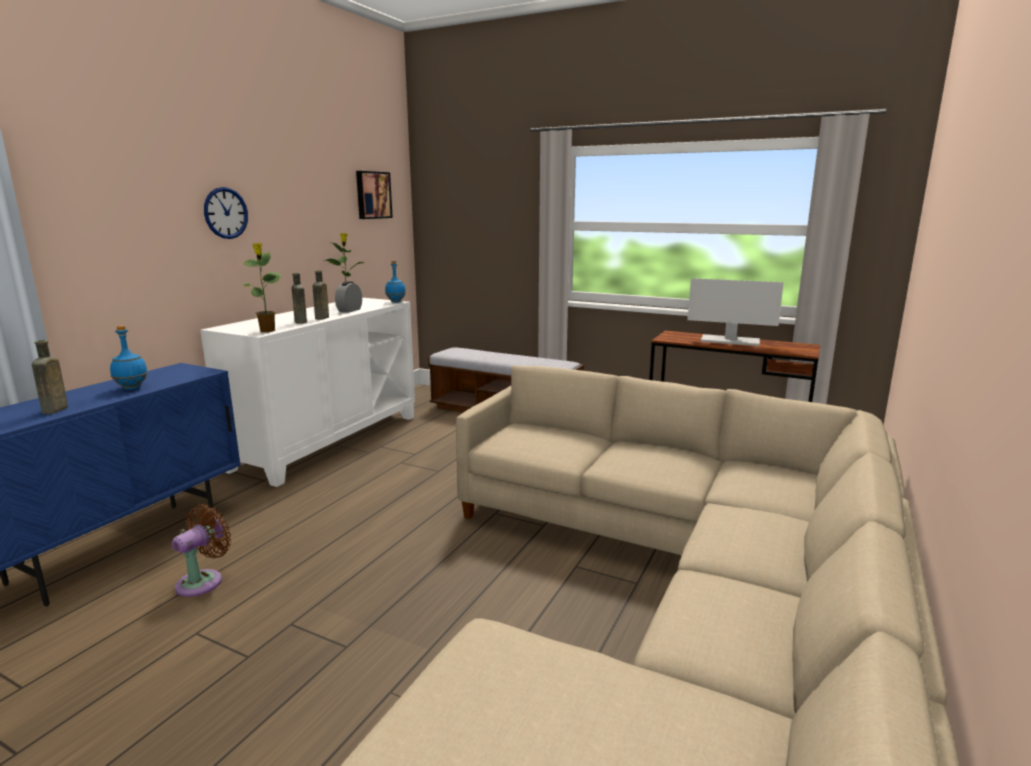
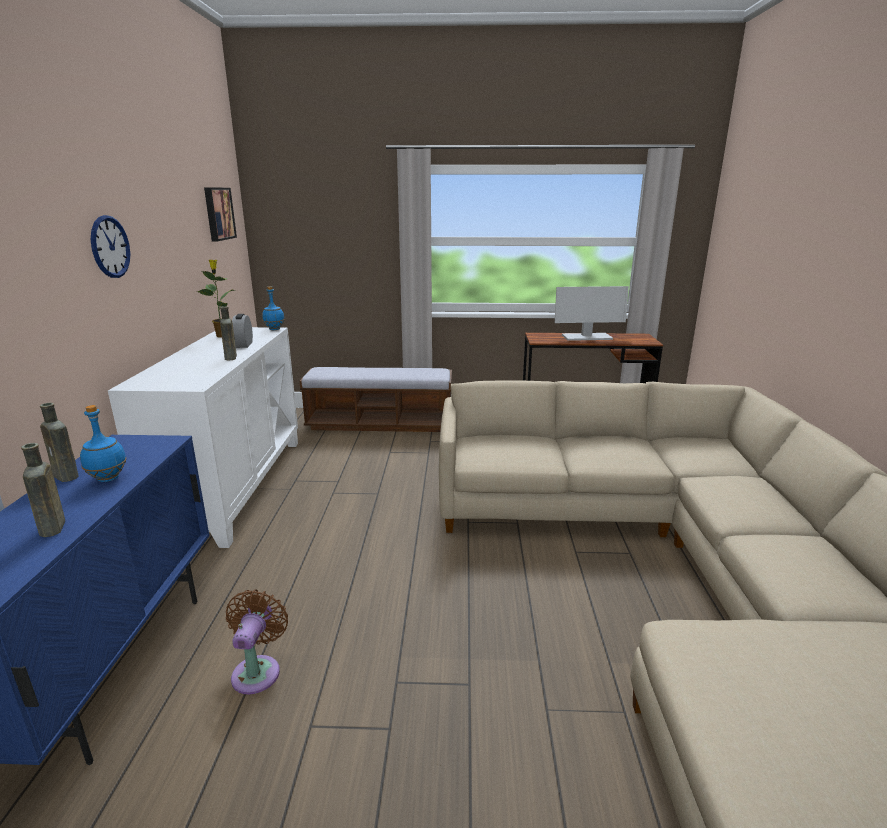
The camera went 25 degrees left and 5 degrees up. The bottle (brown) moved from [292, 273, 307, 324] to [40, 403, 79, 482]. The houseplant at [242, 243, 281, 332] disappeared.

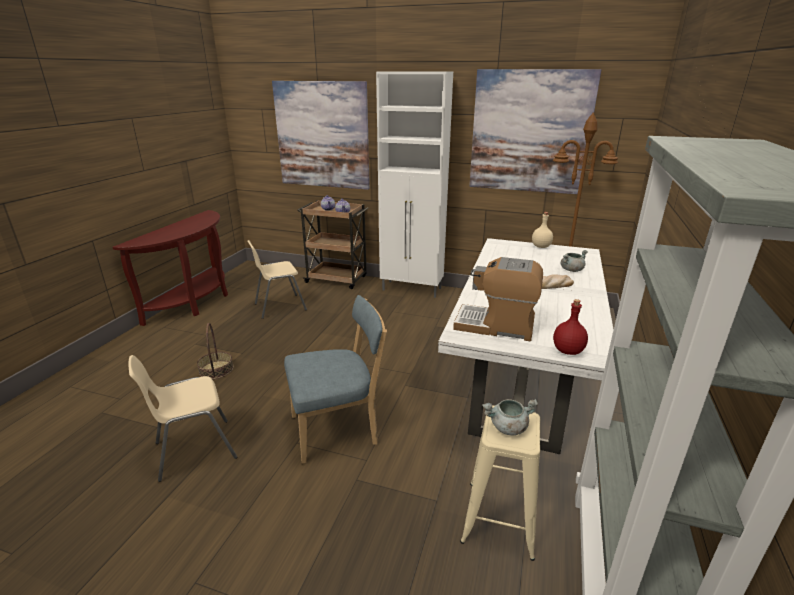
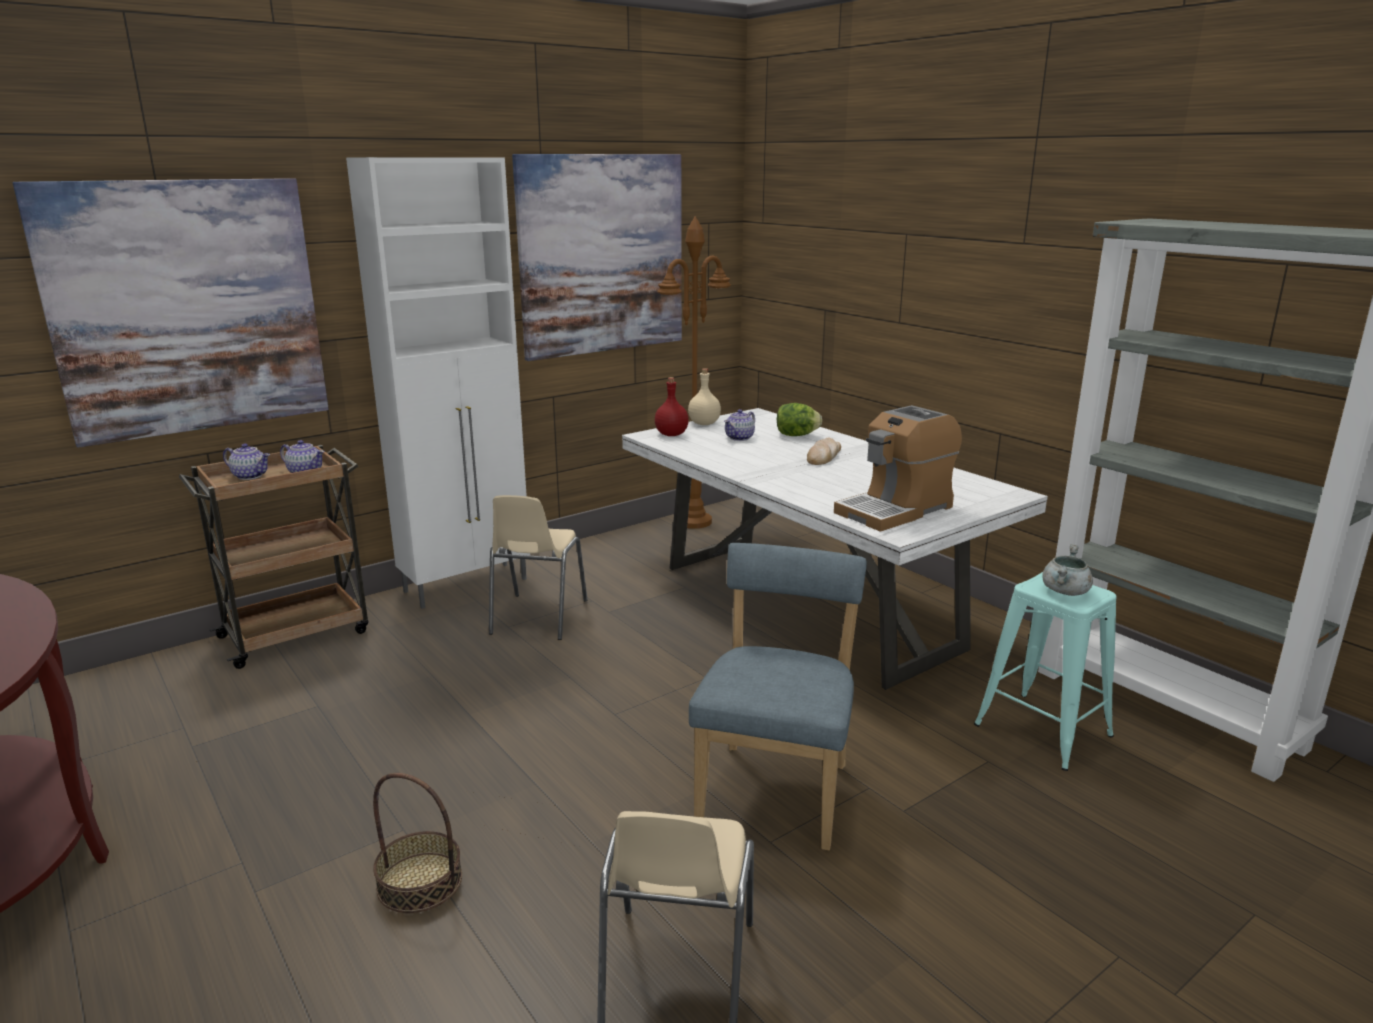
The camera went 55 degrees left and 5 degrees down. The plain chair (beige) moved from [248, 240, 307, 319] to [489, 495, 588, 640]. The bottle (reddish) moved from [553, 299, 588, 355] to [655, 377, 689, 436]. The pot for tea at [724, 409, 755, 441] appeared. The cooking pot (grey) at [561, 250, 588, 272] was replaced by the lettuce at [777, 403, 822, 436]. The sitting stool (beige) at [460, 405, 541, 561] became the sitting stool (turquoise-coloured) at [974, 572, 1117, 771].

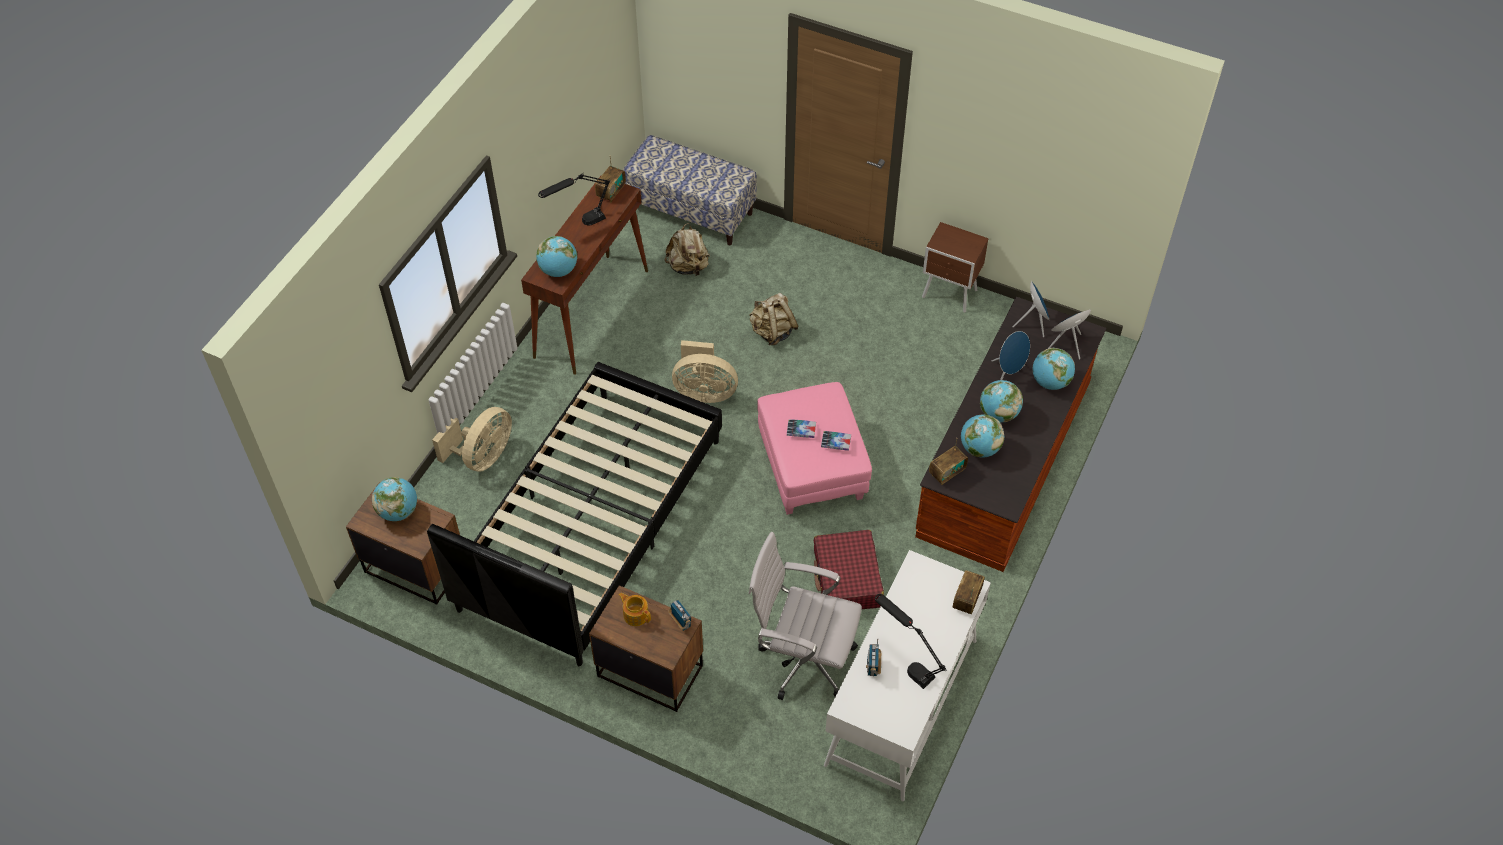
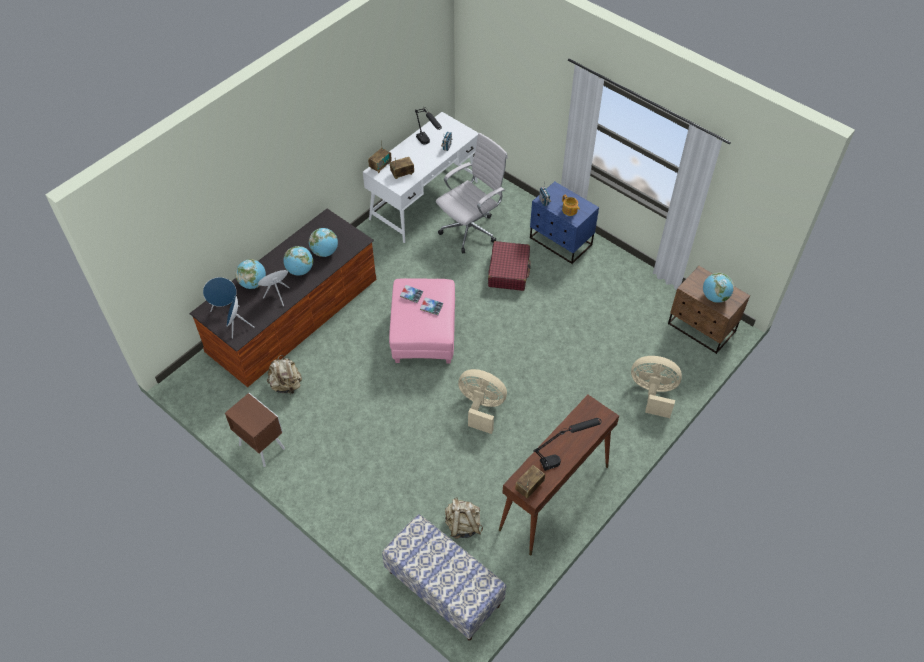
The camera went 165 degrees left and 0 degrees up. The rucksack (beige) moved from [749, 293, 798, 346] to [267, 355, 302, 395]. The radio set moved from [929, 438, 968, 485] to [390, 157, 414, 179]. The office chair (white) at [749, 532, 862, 700] turned 75 degrees counterclockwise. The suitcase (reddish) moved from [814, 530, 884, 609] to [488, 241, 531, 291]. The bedside table (brown) at [589, 585, 703, 712] became the bedside table (bluish) at [530, 181, 599, 264]. The fan (beige) at [432, 407, 512, 472] turned 60 degrees clockwise. The bedroom bed (black-coloured) at [427, 362, 722, 666] disappeared. The desk globe at [536, 236, 578, 277] disappeared.

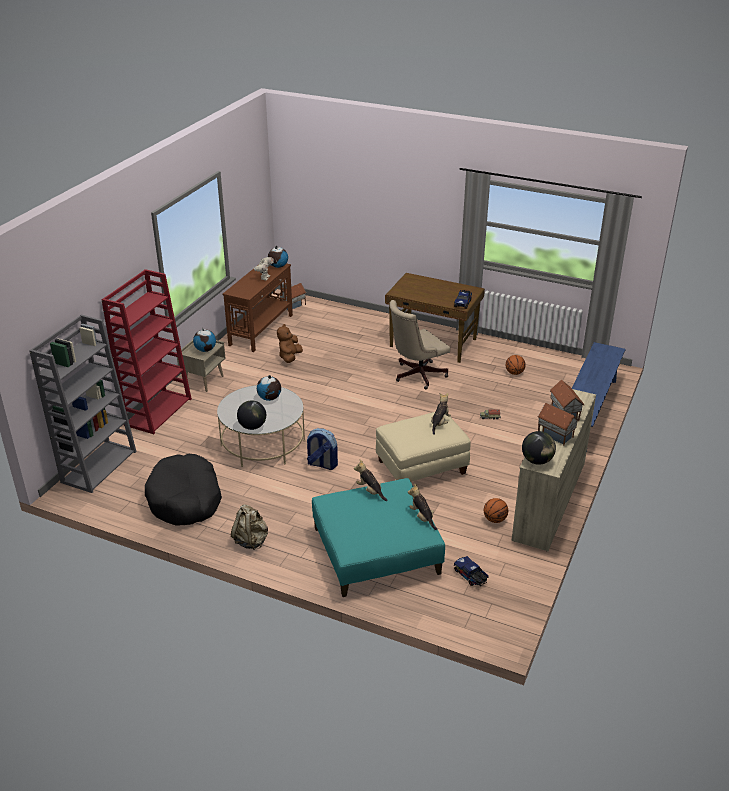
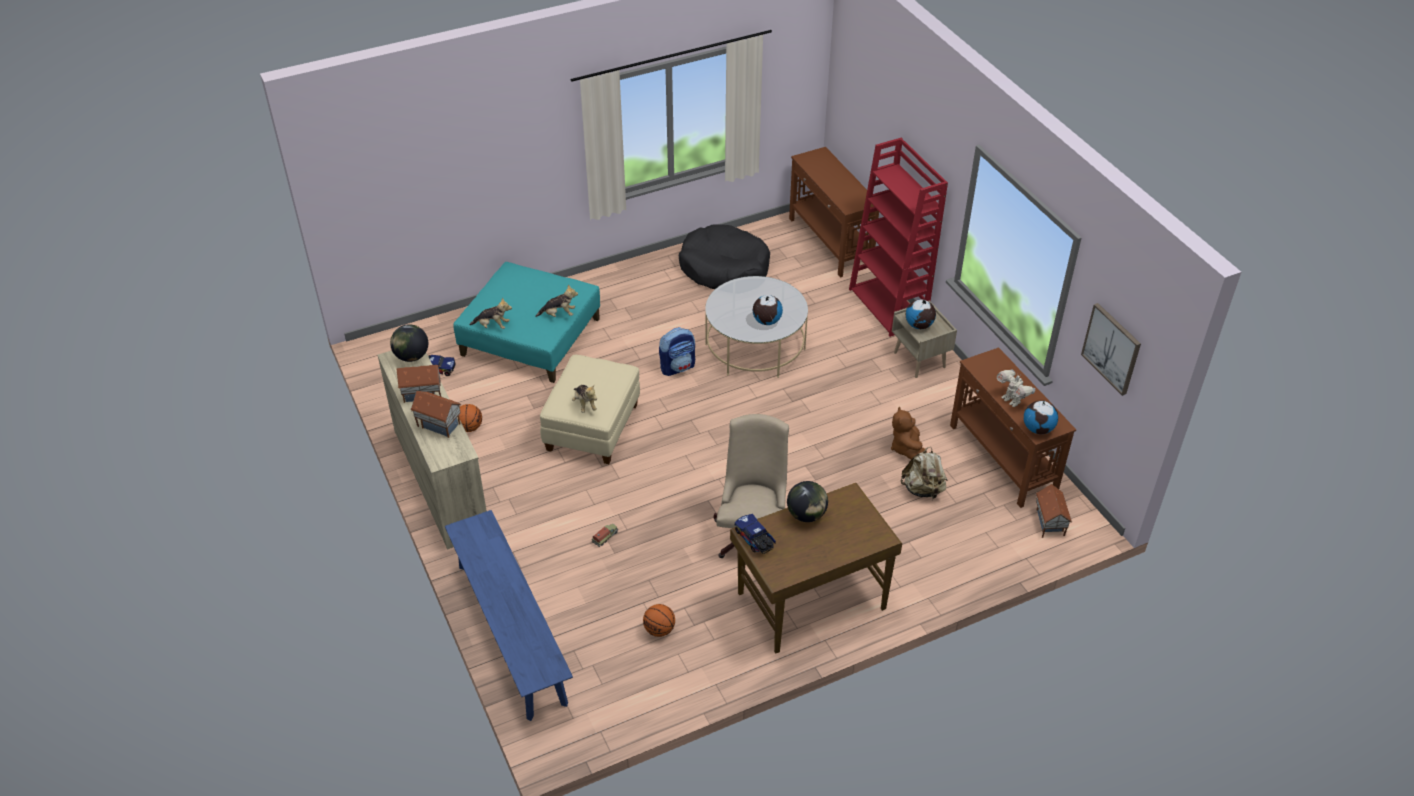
The camera went 130 degrees right and 10 degrees up. The desk globe moved from [237, 400, 266, 430] to [787, 481, 828, 522]. The bookshelf (grey) at [29, 315, 137, 493] was replaced by the narrow table (brown) at [789, 147, 879, 278]. The plush toy (brown) at [277, 324, 303, 363] turned 150 degrees counterclockwise. The rucksack (beige) moved from [231, 504, 268, 550] to [901, 447, 948, 499]. The wall art at [1081, 303, 1141, 396] appeared.

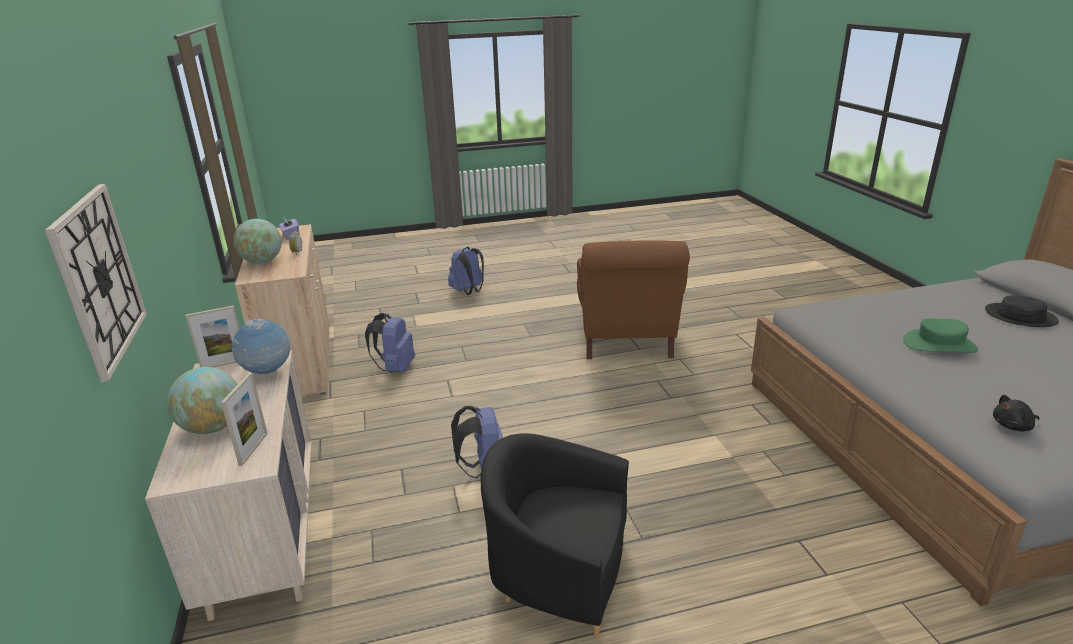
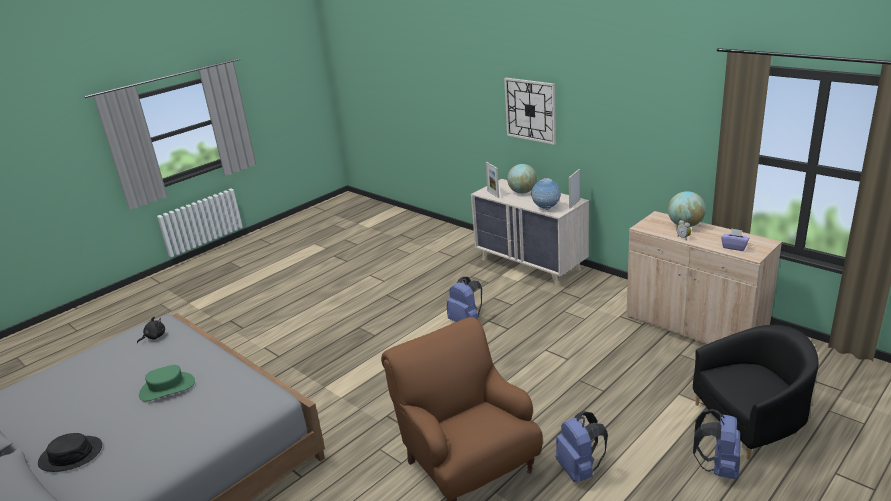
The camera went 150 degrees right and 0 degrees up. The rucksack (bluish) moved from [365, 313, 415, 372] to [556, 411, 608, 482]. The lounge chair (black-coloured) moved from [481, 433, 629, 640] to [693, 325, 818, 460].

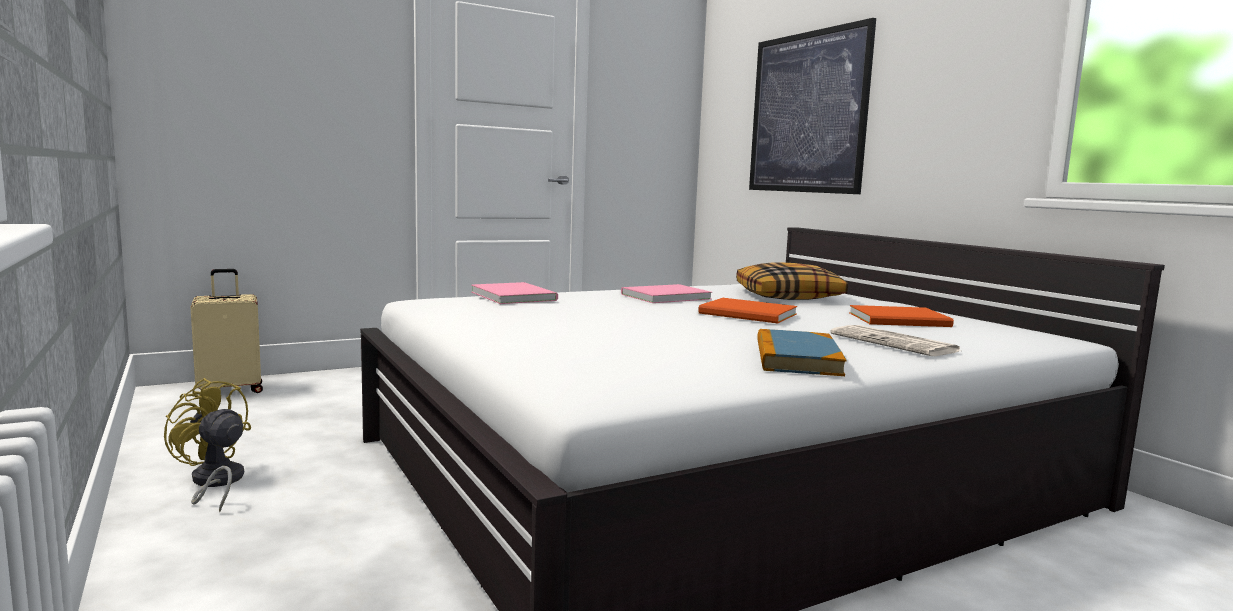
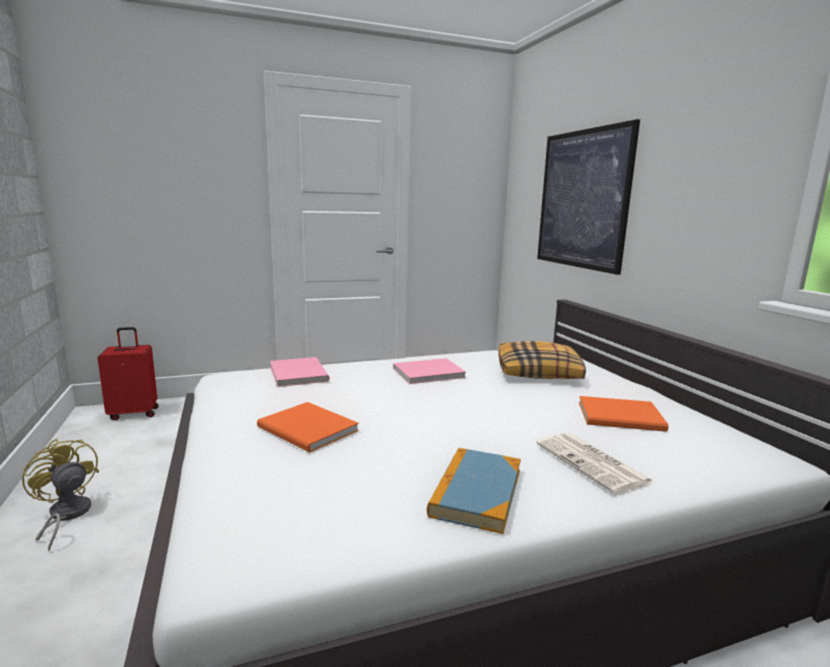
The camera went 10 degrees right and 5 degrees up. The suitcase (beige) at [190, 269, 263, 393] became the suitcase (reddish) at [98, 327, 159, 420]. The volume (orange-coloured) moved from [698, 298, 797, 324] to [257, 402, 359, 453].

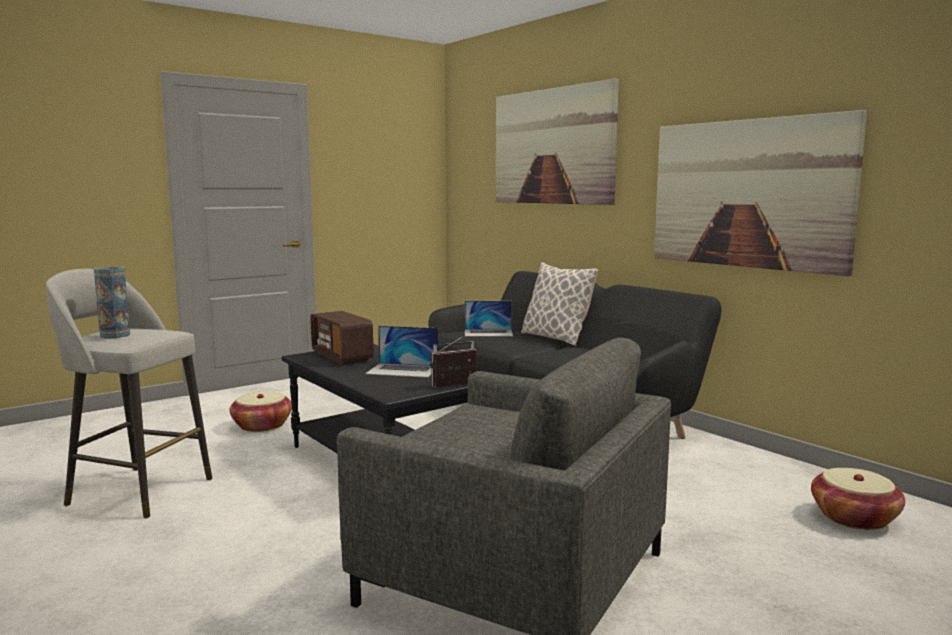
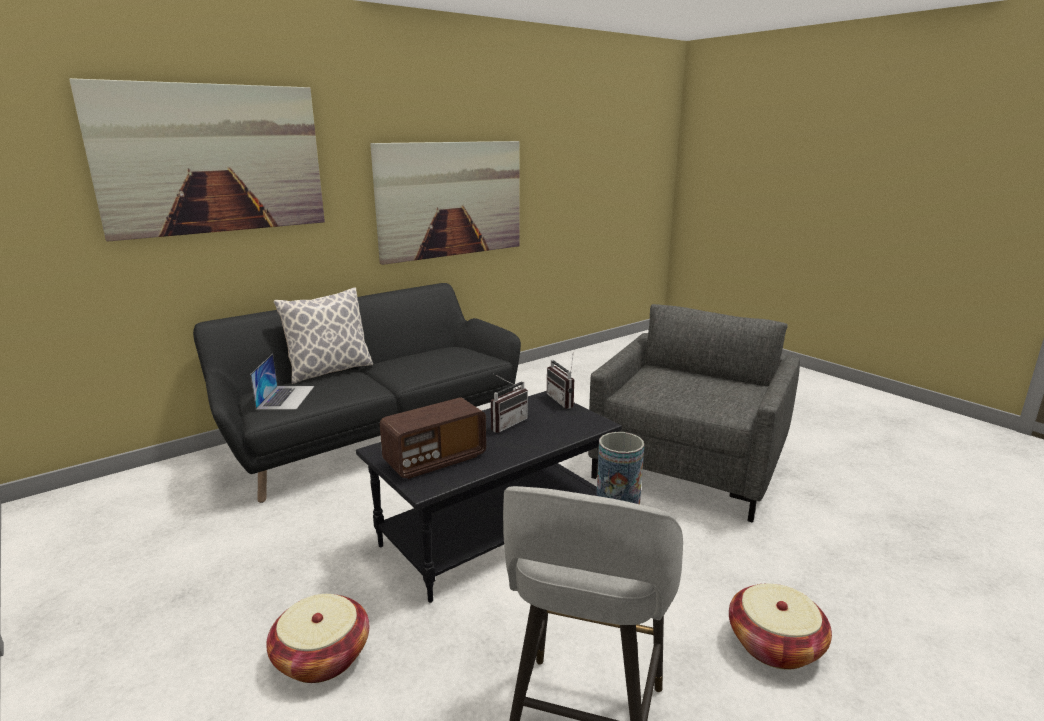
The camera went 90 degrees left and 10 degrees up. The portable computer at [365, 326, 439, 378] was replaced by the radio set at [491, 374, 528, 433]. The basket moved from [811, 468, 905, 530] to [729, 584, 832, 670].

